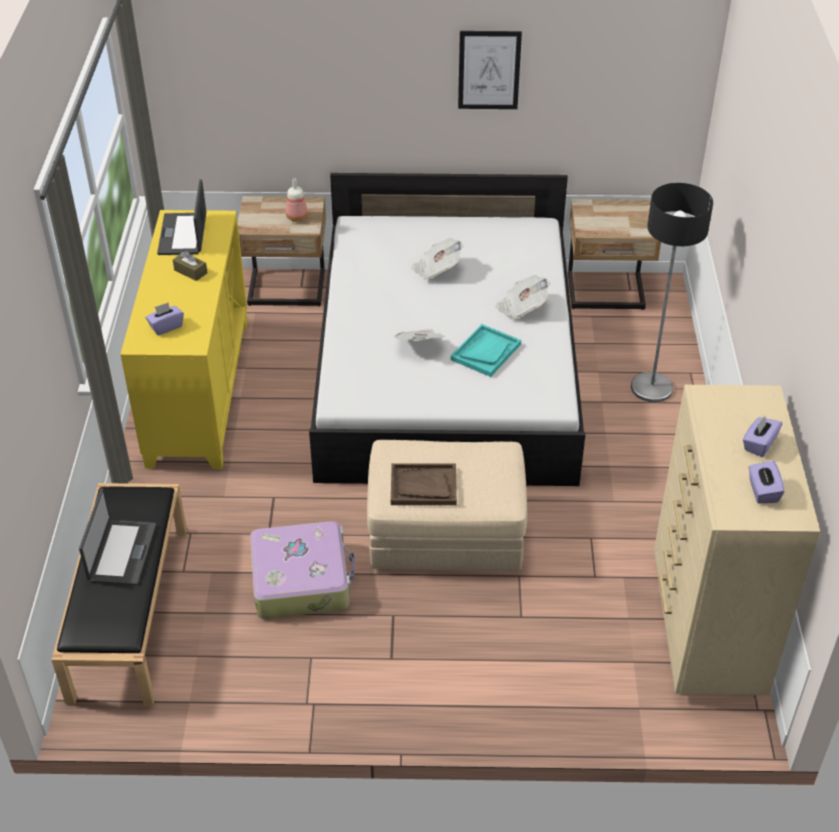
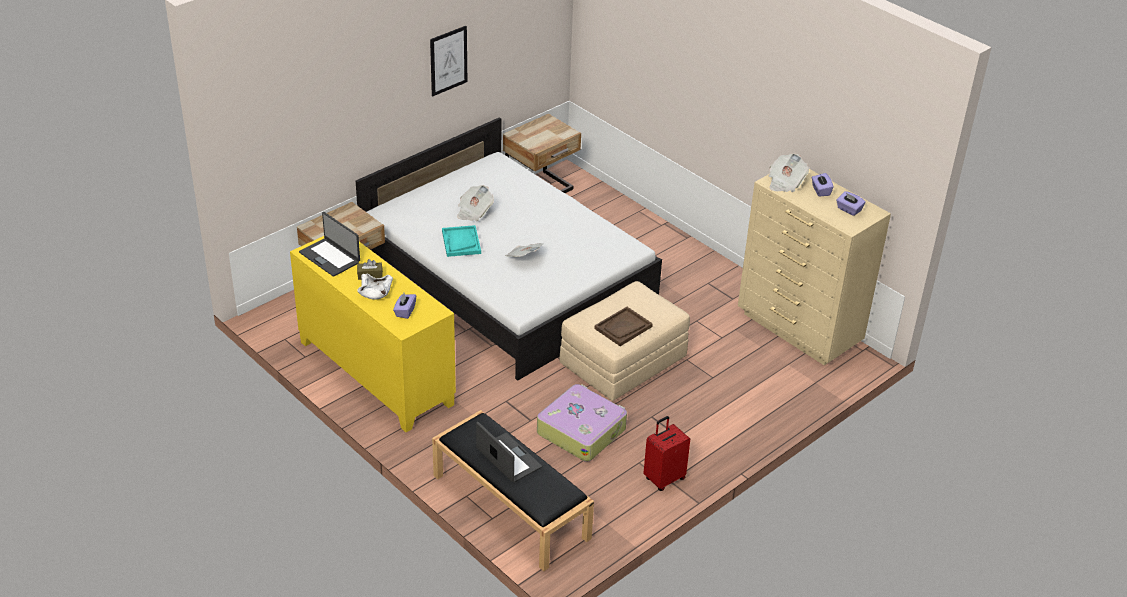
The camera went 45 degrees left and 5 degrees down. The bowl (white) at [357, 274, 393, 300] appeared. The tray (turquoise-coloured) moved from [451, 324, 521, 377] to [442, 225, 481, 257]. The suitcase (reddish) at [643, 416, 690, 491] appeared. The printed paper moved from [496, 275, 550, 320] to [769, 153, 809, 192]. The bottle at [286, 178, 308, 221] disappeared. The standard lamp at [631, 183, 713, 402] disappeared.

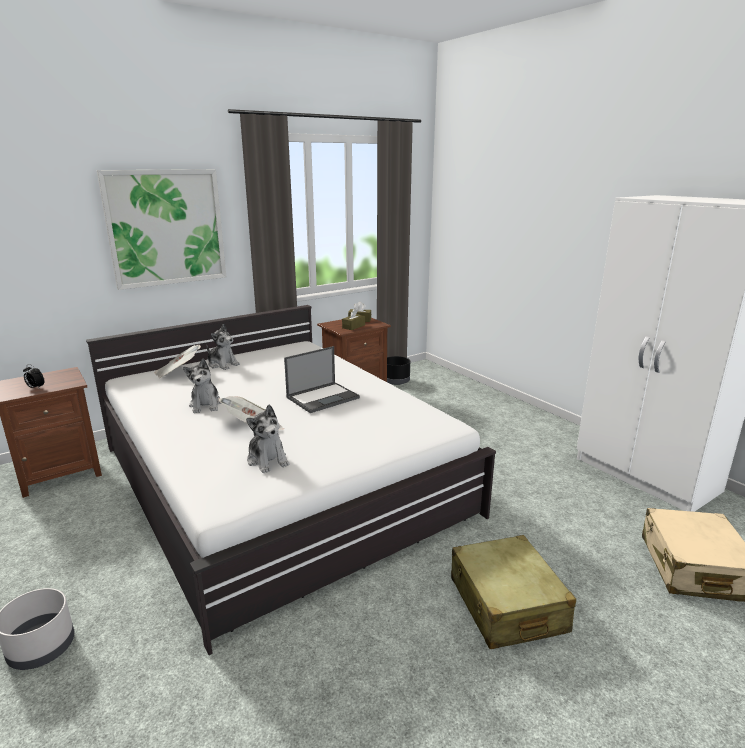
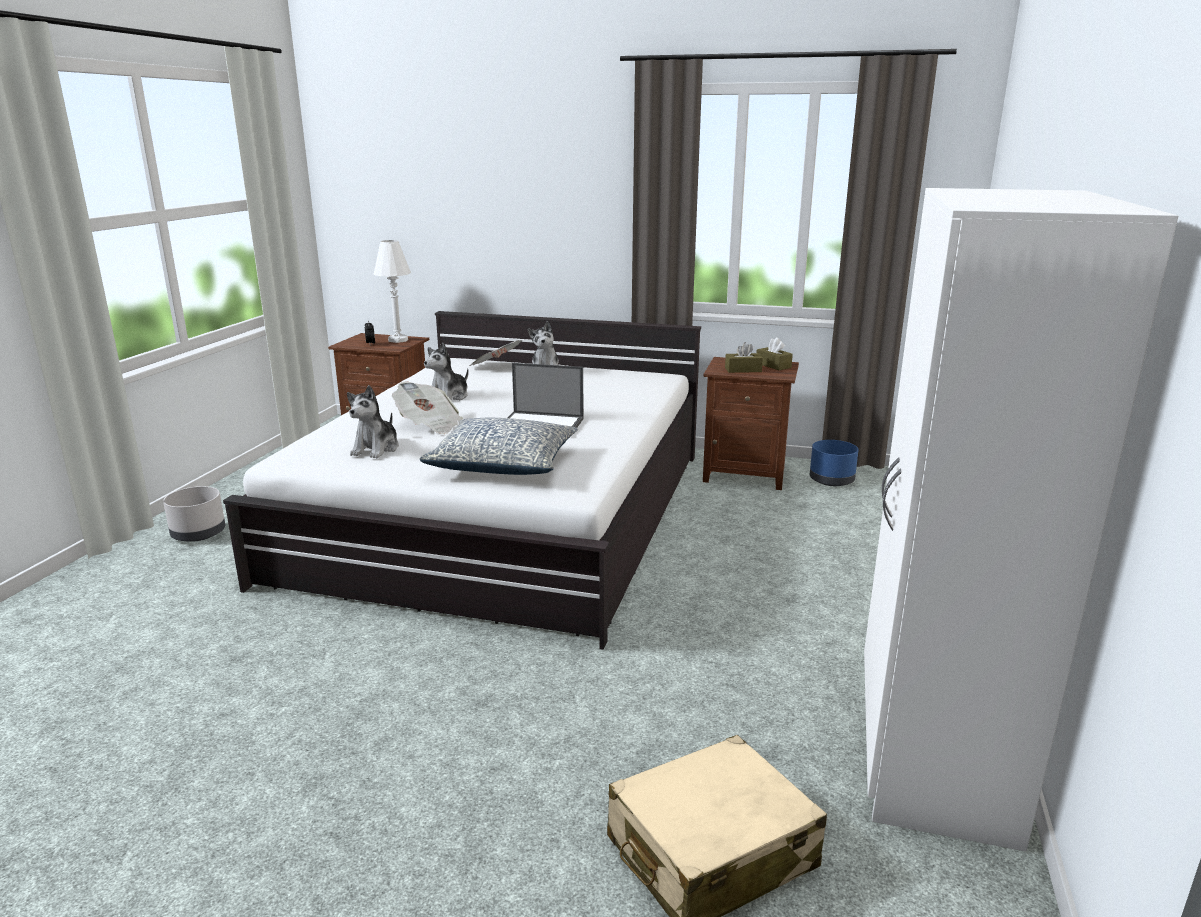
The camera went 50 degrees right and 0 degrees up. The lamp for a table (white) at [373, 240, 411, 343] appeared. The cushion at [420, 418, 578, 475] appeared. The planter (black-coloured) at [387, 356, 410, 385] became the planter (bluish) at [810, 440, 859, 486]. The wall art at [97, 169, 226, 290] disappeared. The suitcase (beige) at [451, 535, 576, 649] disappeared.

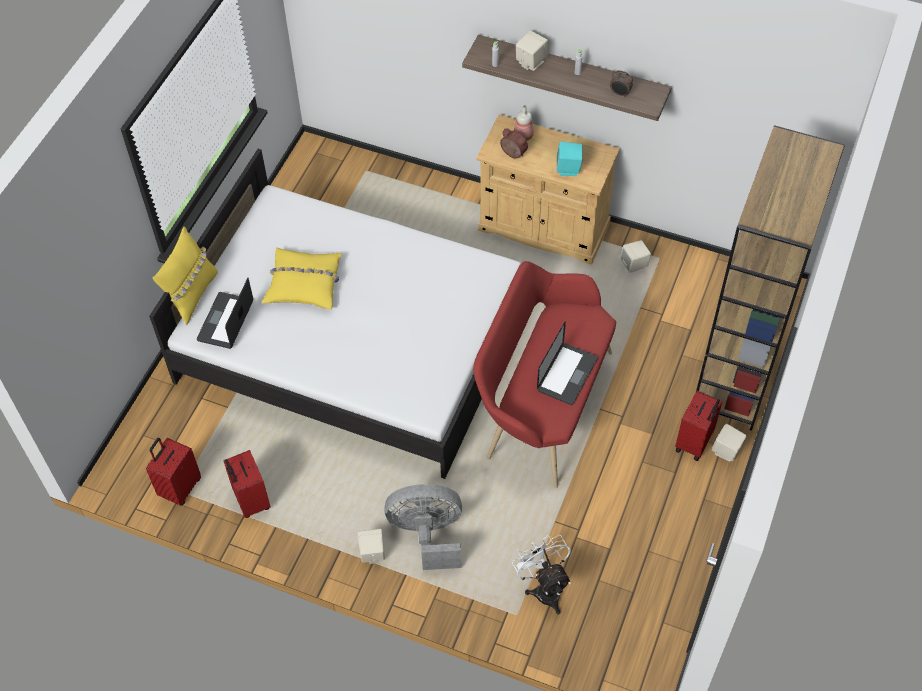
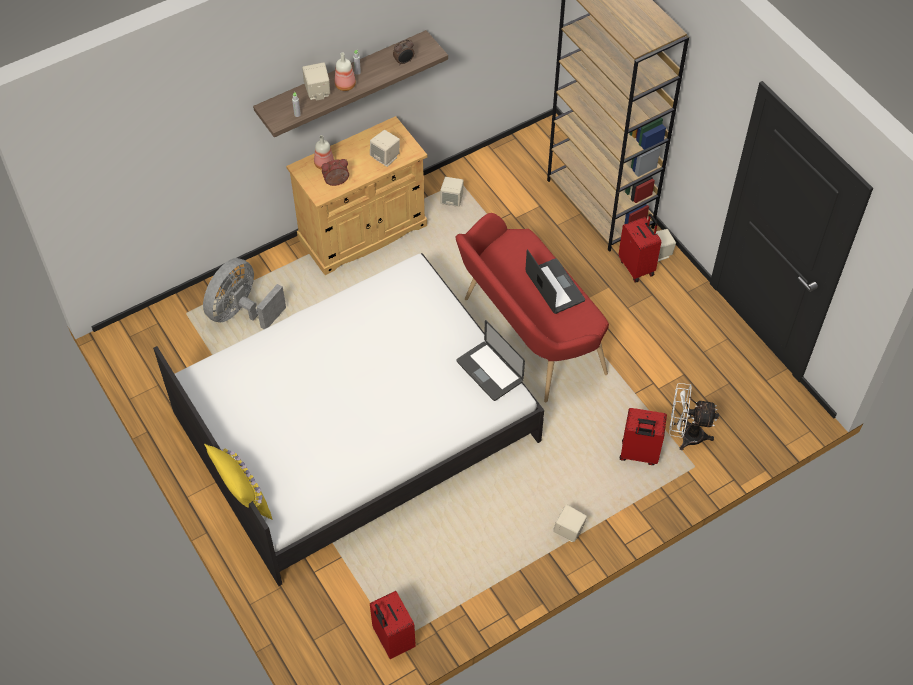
The camera went 55 degrees left and 0 degrees up. The fan (grey) moved from [384, 484, 462, 570] to [203, 258, 286, 329]. The bottle at [335, 53, 356, 91] appeared. The loudspeaker (turquoise-coloured) at [556, 142, 583, 176] became the loudspeaker (beige) at [370, 130, 400, 167]. The portable computer moved from [197, 278, 253, 349] to [457, 320, 525, 401]. The suitcase (reddish) moved from [223, 450, 271, 518] to [620, 408, 667, 465]. The cushion (yellowish) at [262, 248, 342, 310] disappeared.

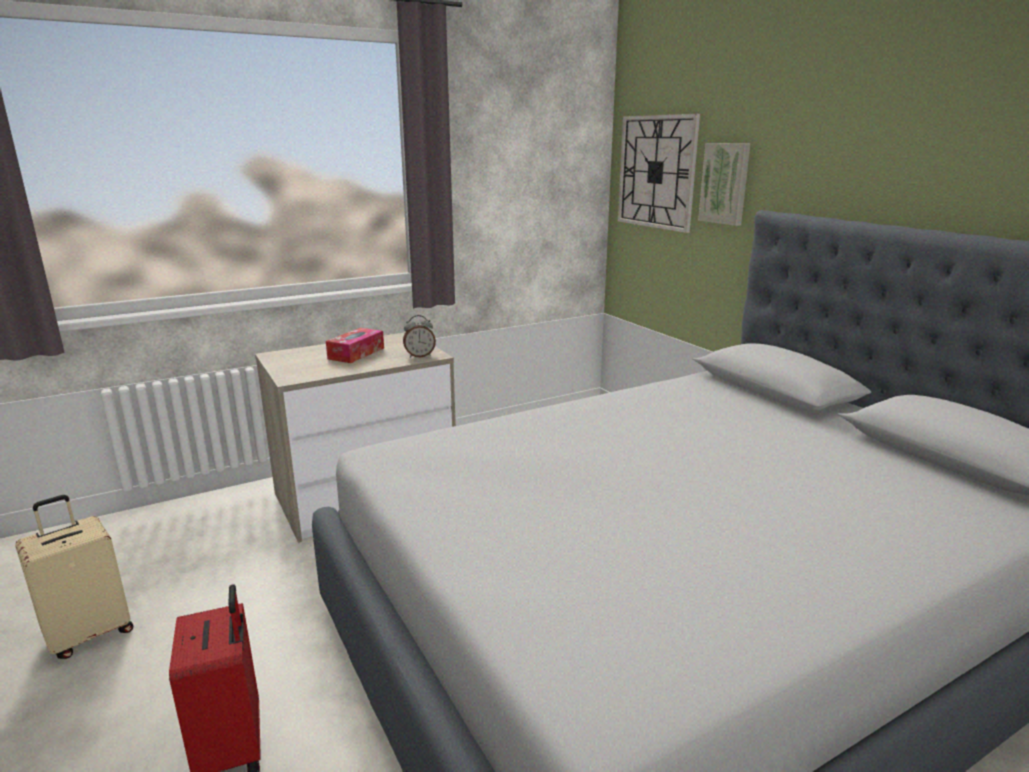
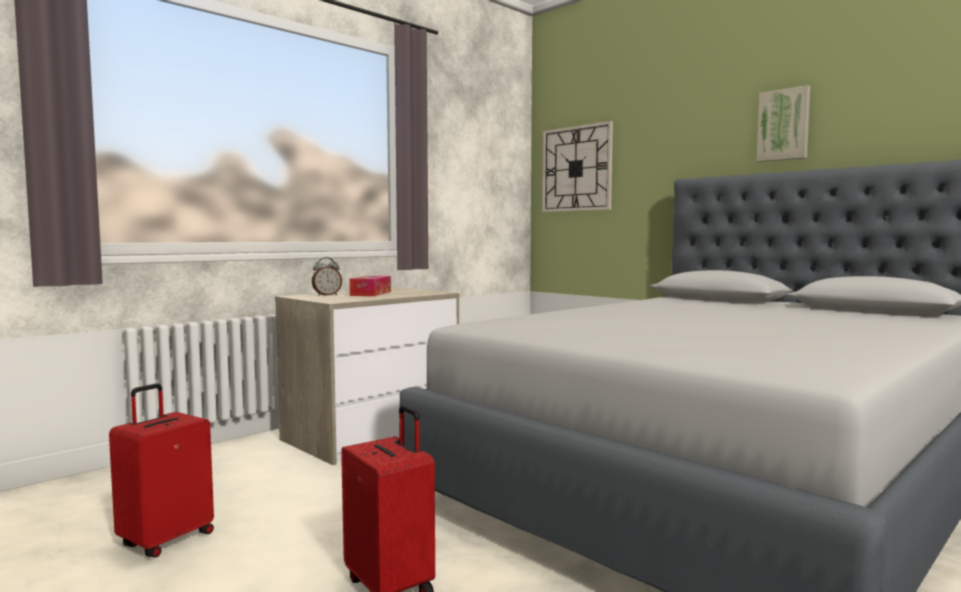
The camera went 15 degrees left and 15 degrees down. The suitcase (beige) at [15, 495, 133, 659] became the suitcase (reddish) at [109, 384, 214, 558]. The alarm clock moved from [403, 315, 436, 358] to [312, 257, 342, 296]. The wall art moved from [698, 143, 751, 226] to [757, 85, 810, 162].

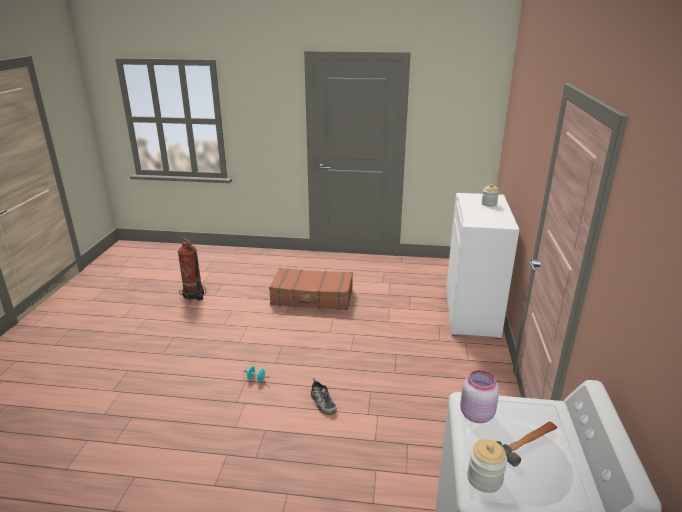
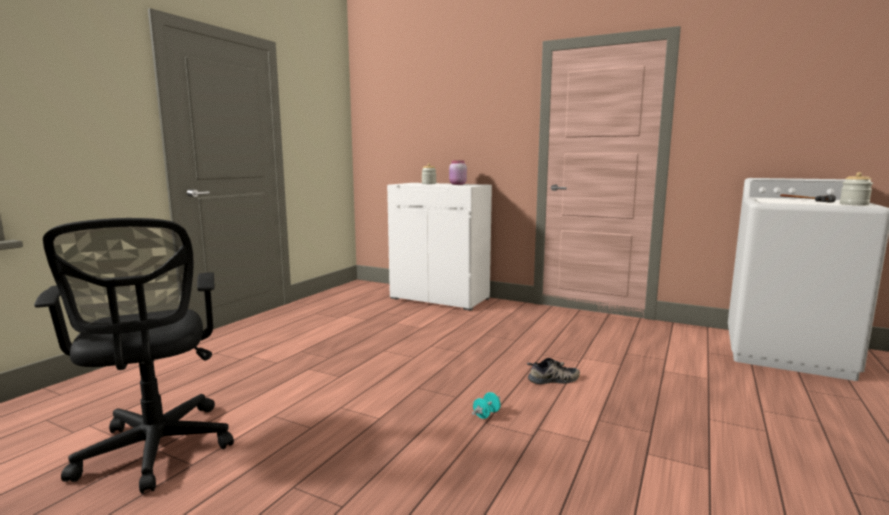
The camera went 70 degrees left and 15 degrees down. The fire extinguisher at [178, 237, 206, 301] was replaced by the office chair (black-coloured) at [34, 218, 234, 494]. The jar (pink-coloured) moved from [460, 370, 499, 423] to [449, 161, 467, 185]. The suitcase (brown) at [269, 268, 353, 310] disappeared.

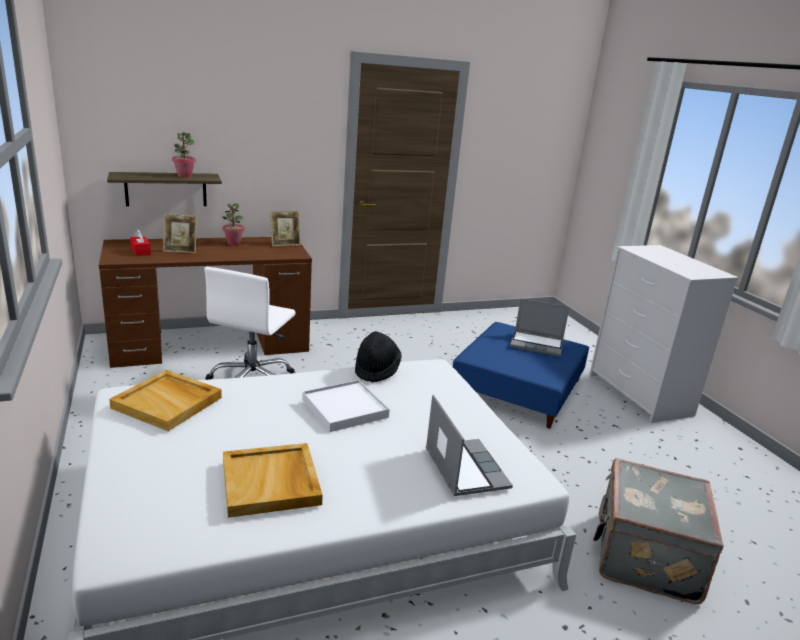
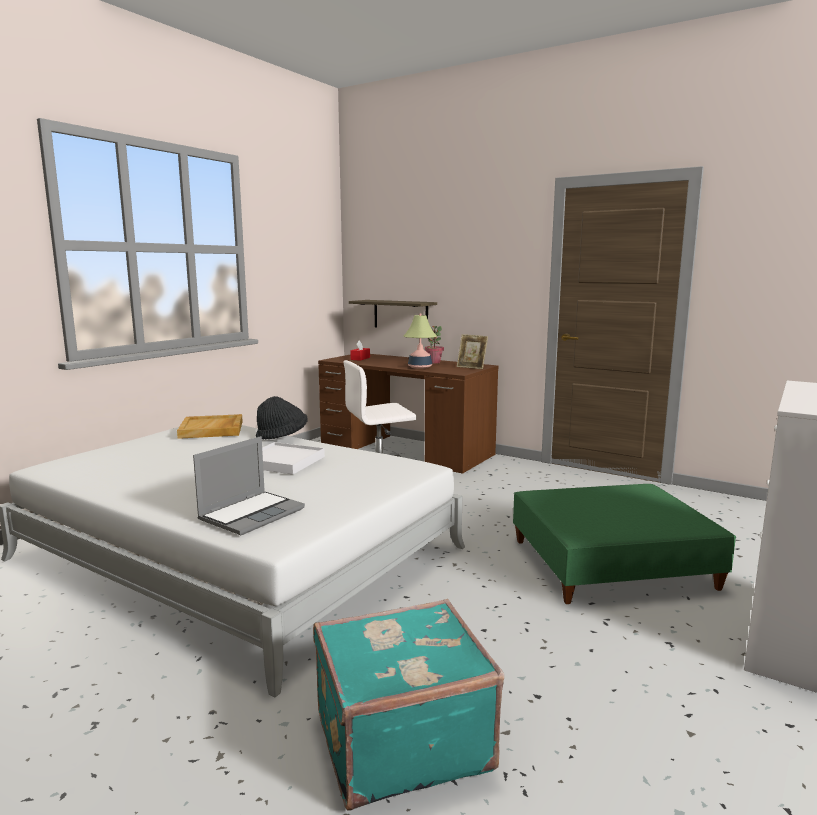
The camera went 55 degrees right and 10 degrees down. The hat (black-coloured) moved from [355, 331, 402, 383] to [256, 396, 307, 439]. The suitcase (grey) at [593, 458, 723, 604] became the suitcase (turquoise-coloured) at [313, 599, 504, 811]. The lamp for a table at [404, 314, 437, 369] appeared. The pouffe (bluish) at [453, 322, 590, 429] became the pouffe (green-coloured) at [513, 484, 736, 604]. The photo frame at [163, 214, 197, 253] disappeared. The houseplant at [172, 132, 196, 177] disappeared. The tray (beige) at [223, 443, 323, 518] disappeared. The portable computer at [510, 298, 570, 356] disappeared.

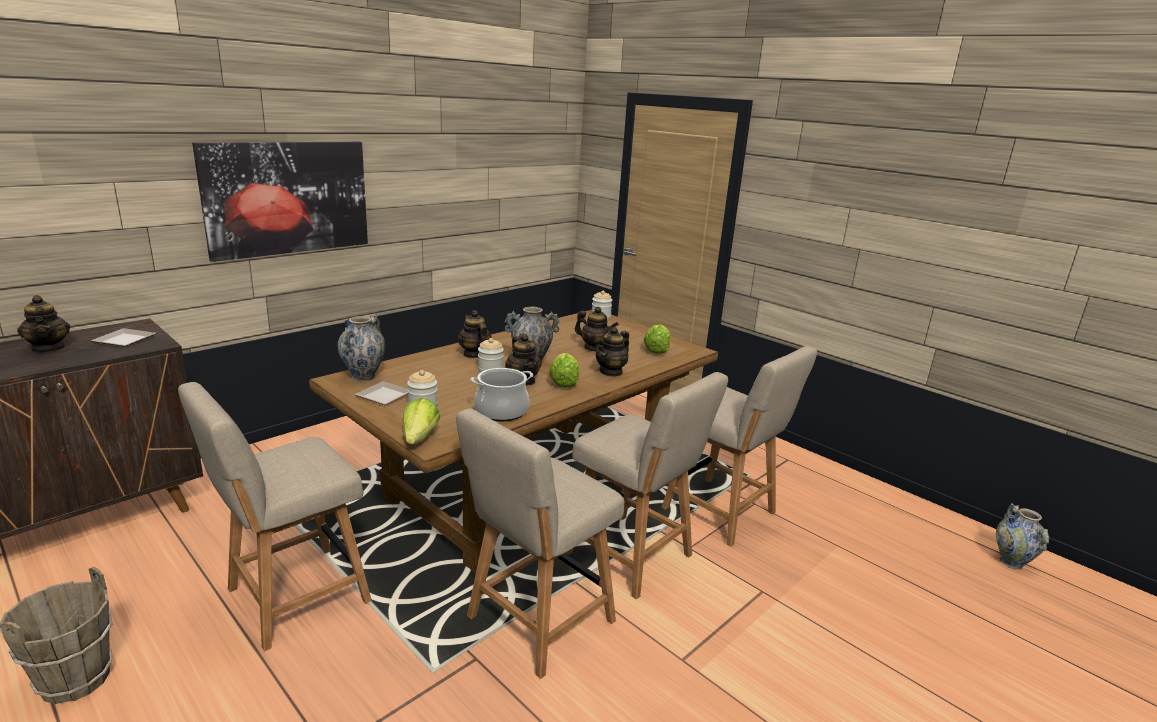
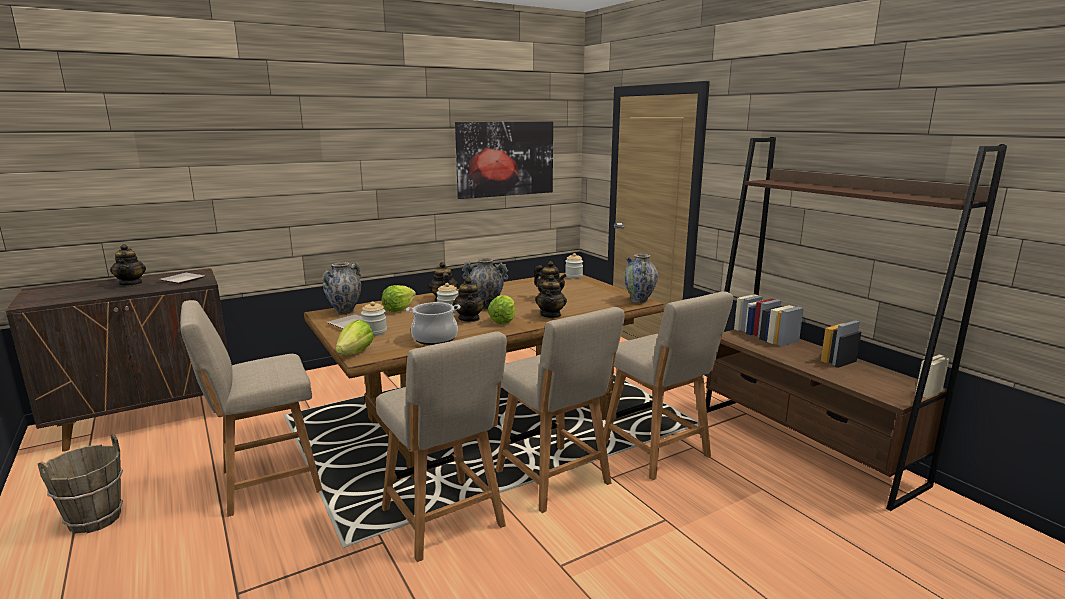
The camera went 15 degrees right and 5 degrees down. The plain chair (beige) at [456, 408, 624, 679] turned 90 degrees counterclockwise. The lettuce moved from [644, 325, 670, 354] to [382, 285, 416, 312]. The wall art moved from [192, 142, 368, 262] to [455, 122, 553, 199]. The pot for tea at [596, 327, 629, 377] turned 45 degrees counterclockwise. The vase moved from [996, 503, 1049, 570] to [623, 254, 658, 303]. The bookshelf (brown) at [706, 137, 1007, 511] appeared.

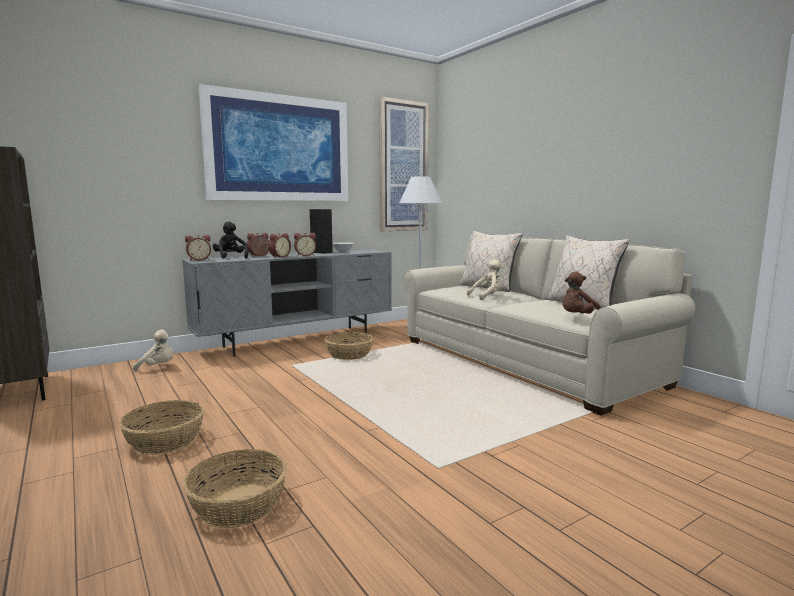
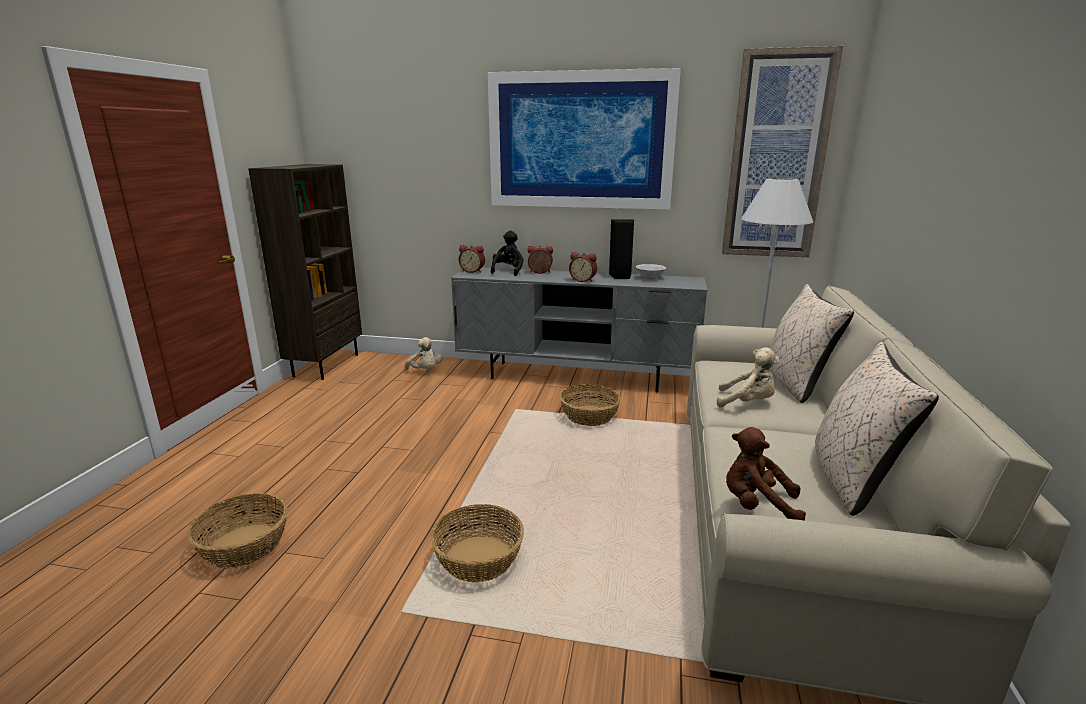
The camera went 45 degrees right and 10 degrees up. The basket moved from [119, 400, 204, 455] to [430, 504, 524, 583]. The alarm clock at [268, 233, 291, 258] disappeared.

